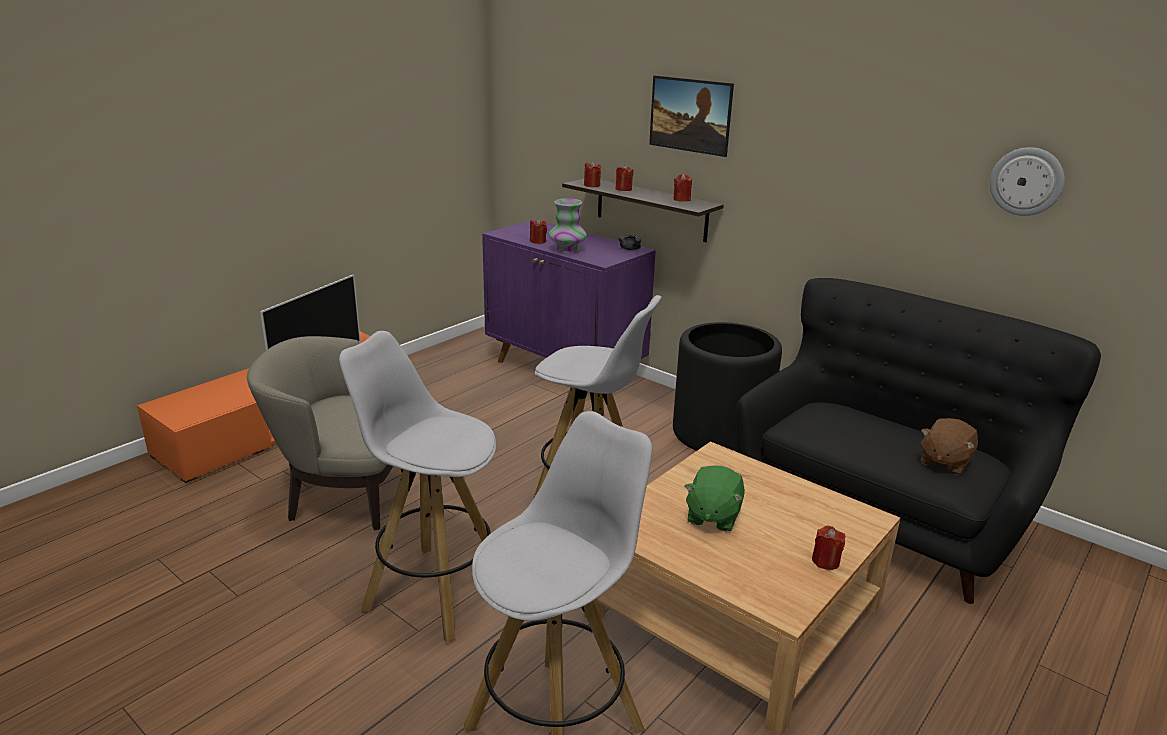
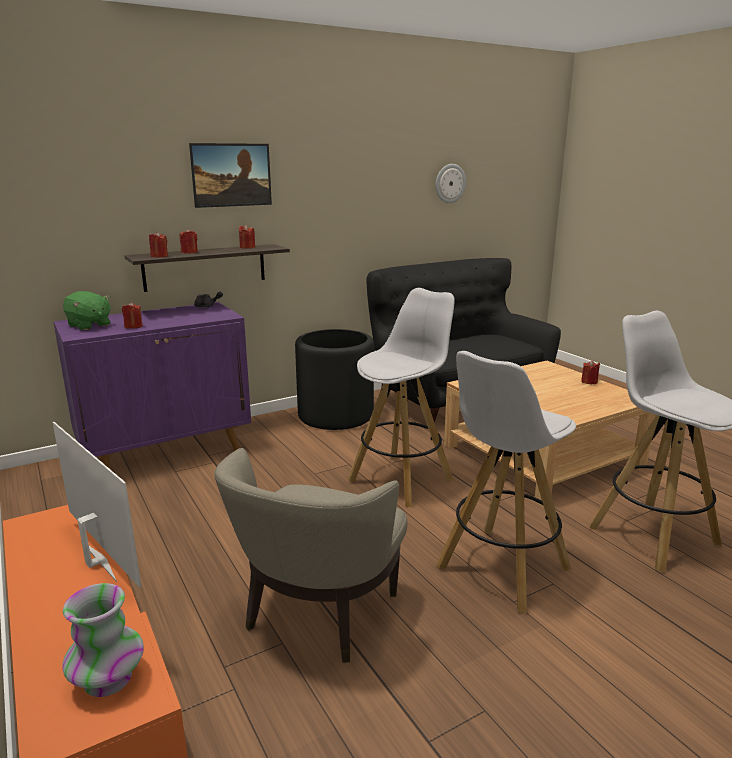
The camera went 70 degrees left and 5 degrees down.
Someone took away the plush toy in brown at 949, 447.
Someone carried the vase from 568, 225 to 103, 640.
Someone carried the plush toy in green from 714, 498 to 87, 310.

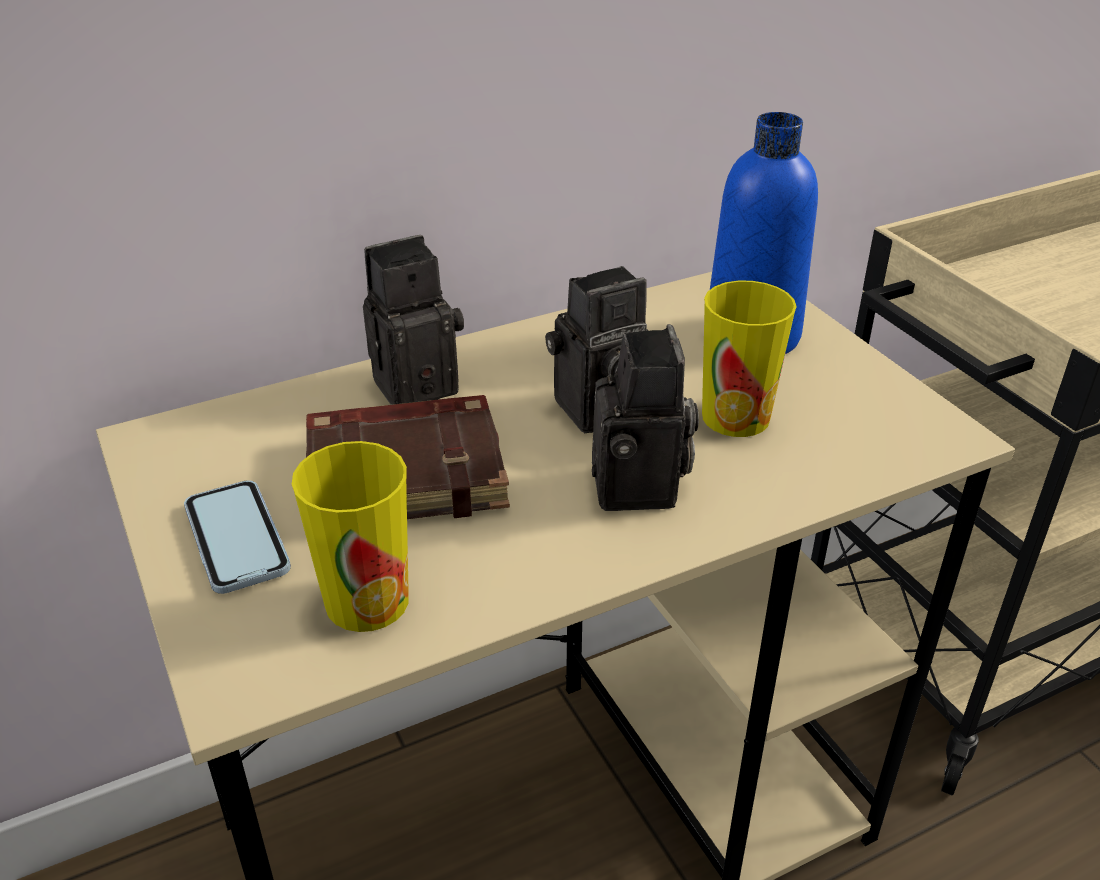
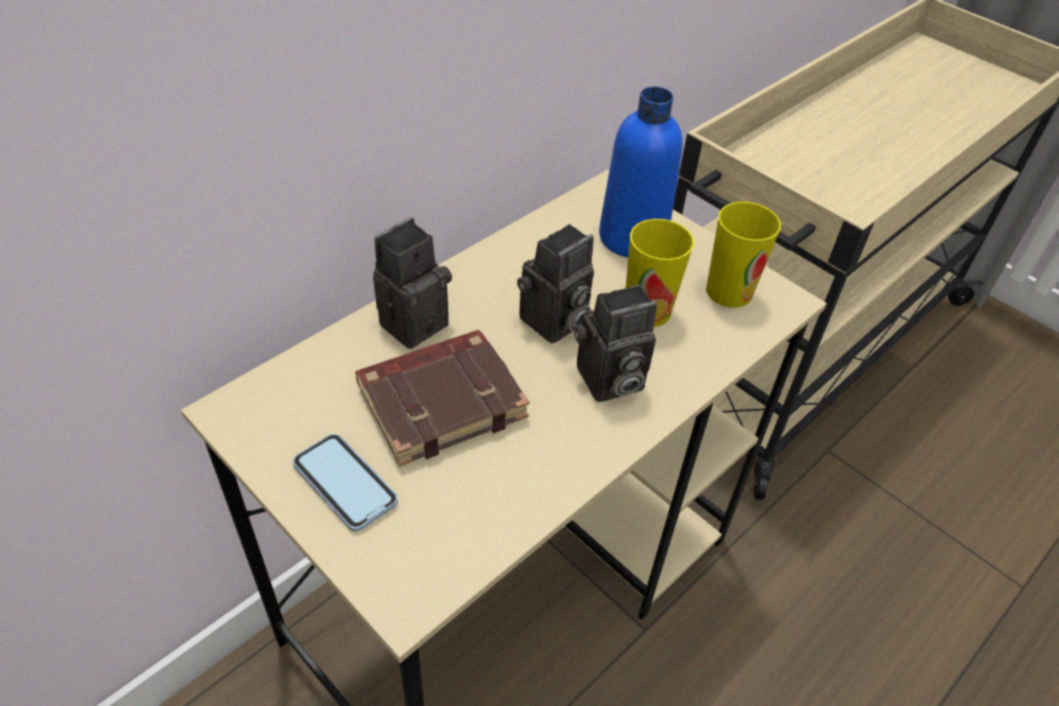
The camera went 20 degrees left and 10 degrees up.
Someone carried the cup from 350, 536 to 743, 255.
Someone rotated the photo camera at 645, 417 by 90 degrees clockwise.

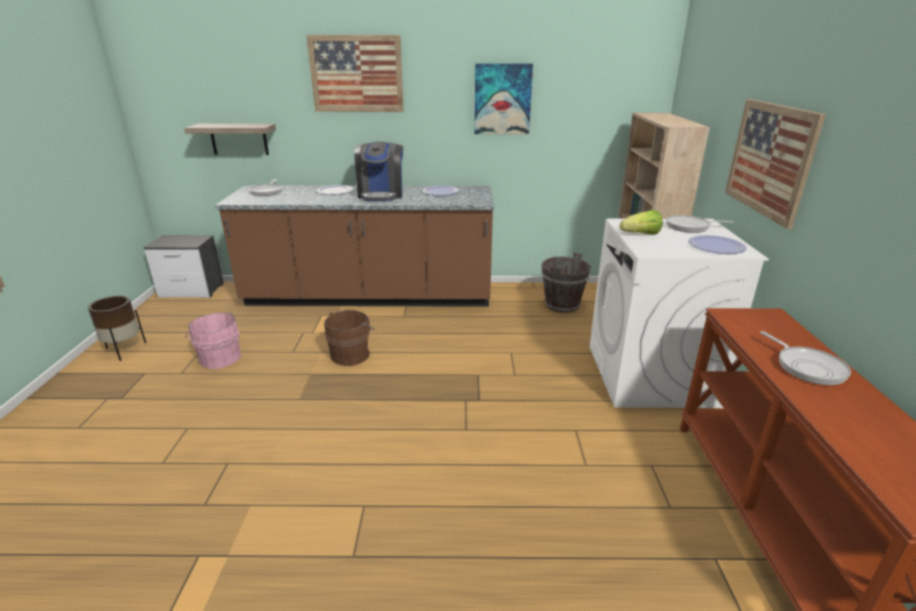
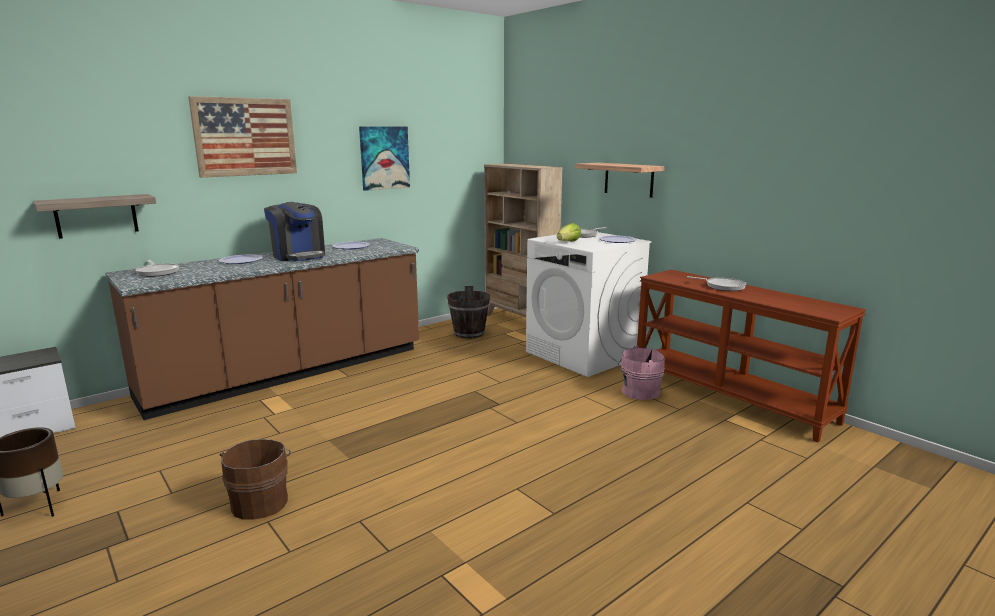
The camera went 40 degrees left and 10 degrees down.
Someone carried the bucket in pink from 213, 340 to 641, 372.
Someone carried the bucket in brown from 349, 338 to 255, 479.
Someone swapped the picture at 775, 164 for the shelf at 620, 180.

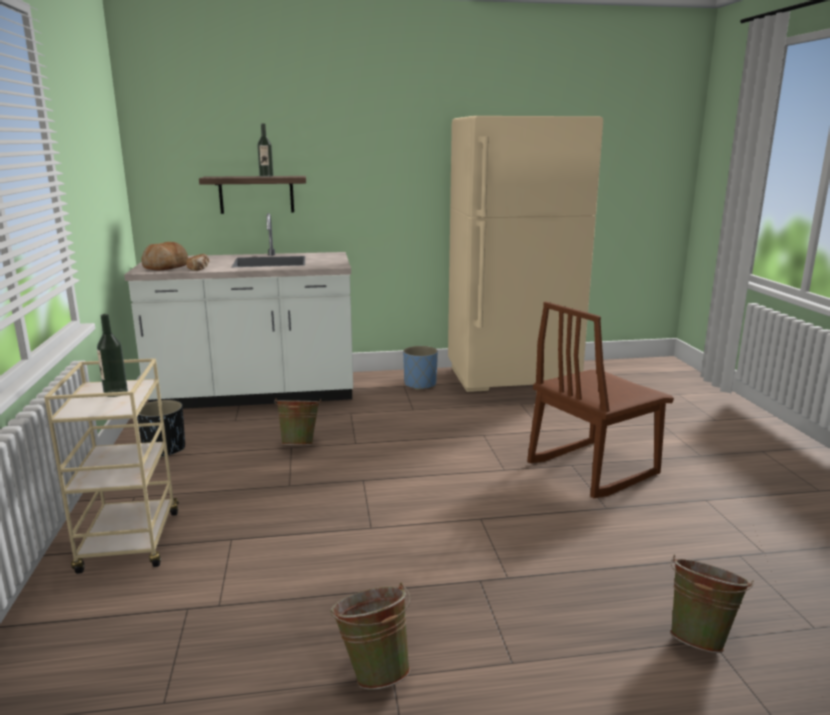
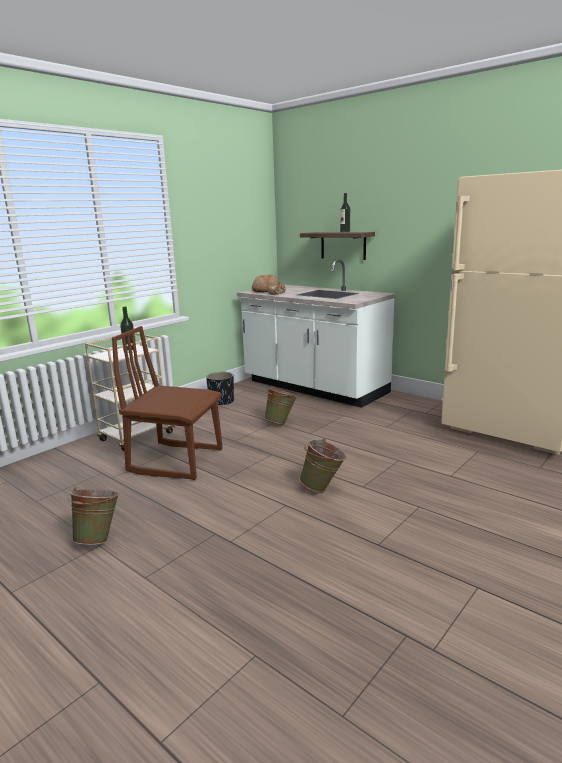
The camera went 50 degrees right and 0 degrees up.
Someone took away the planter in blue at 420, 368.
Someone carried the chair in brown from 600, 400 to 167, 403.
Someone carried the bucket in green from 712, 603 to 323, 465.

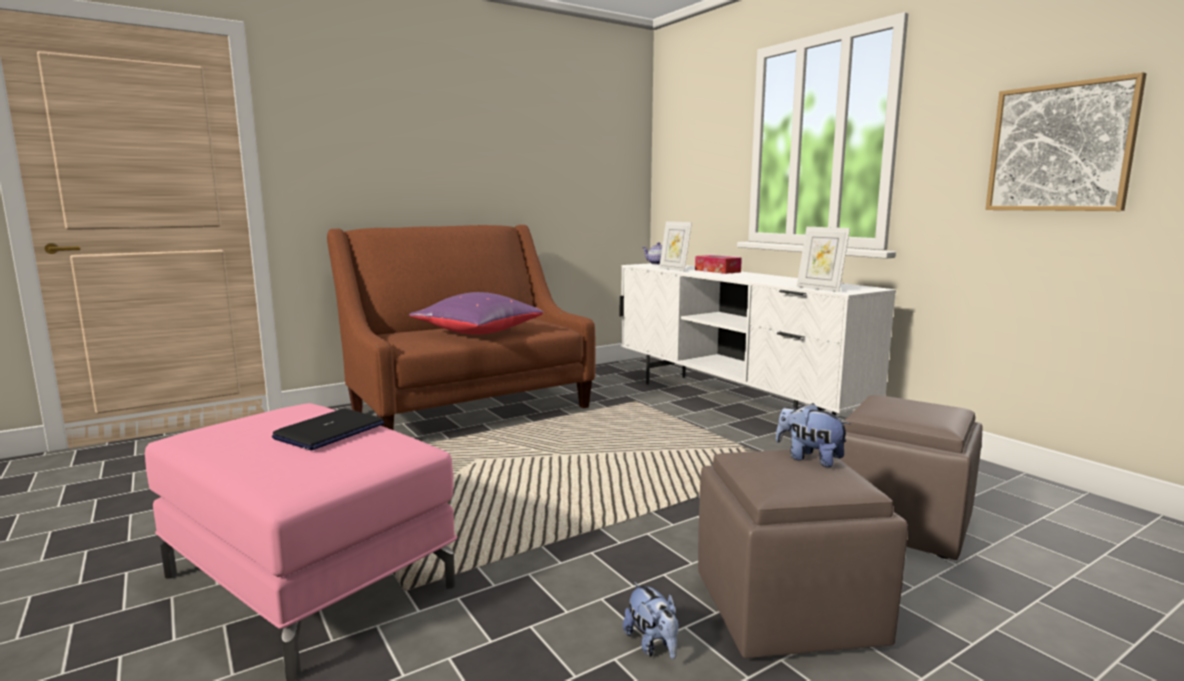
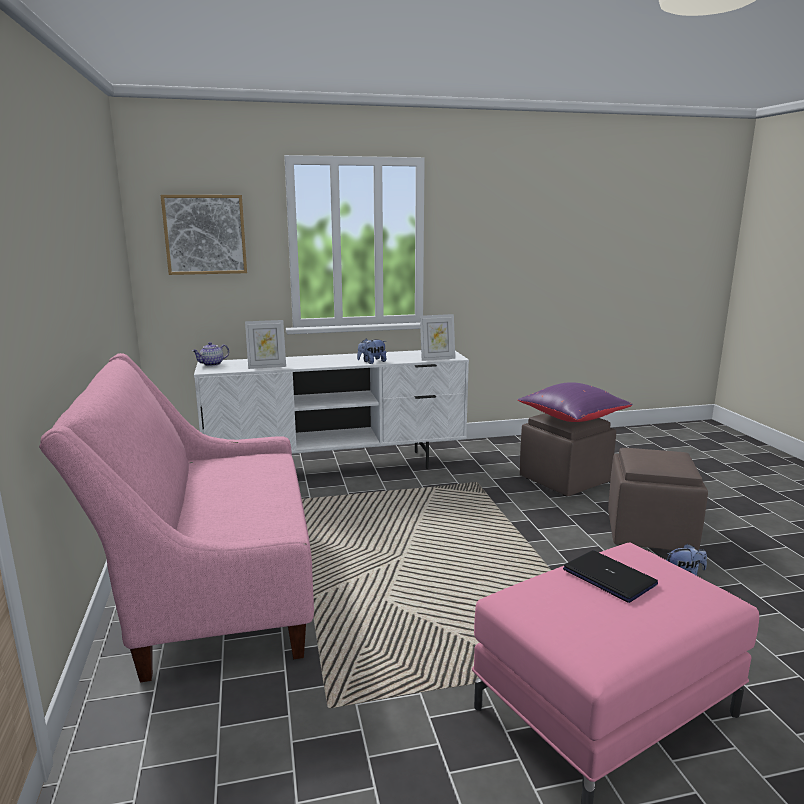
The camera went 70 degrees left and 5 degrees up.
Someone took away the tissue box at 718, 264.
Someone carried the pillow in purple from 476, 313 to 575, 402.
Someone carried the plush toy from 813, 435 to 372, 351.
Someone carried the picture from 1065, 141 to 204, 235.
Someone repainted the sofa in brown at 461, 327, which became the sofa in pink at 176, 518.

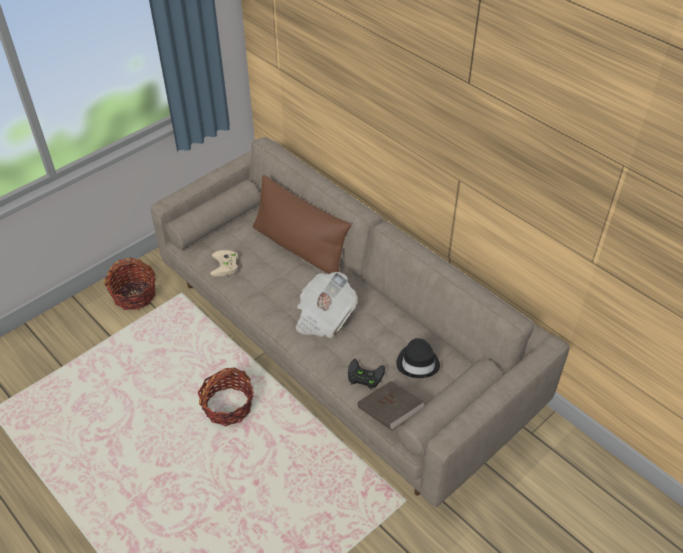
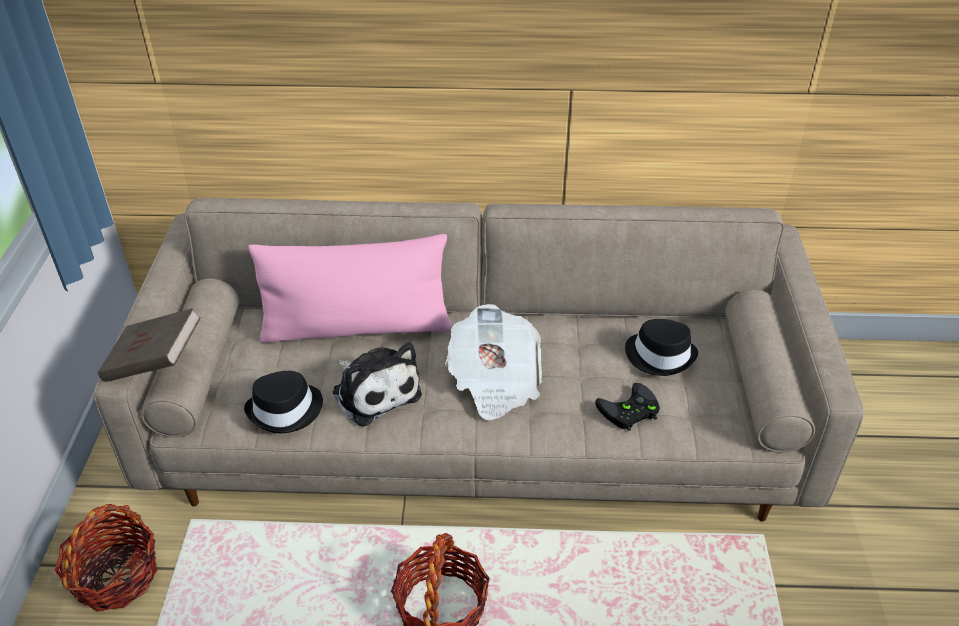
The camera went 45 degrees left and 5 degrees down.
Someone put down the plush toy at 377, 385.
Someone carried the book in brown from 391, 405 to 149, 345.
Someone swapped the game controller in beige at 224, 263 for the hat in black at 283, 402.
Someone repainted the pillow in brown at 302, 224, which became the pillow in pink at 350, 288.

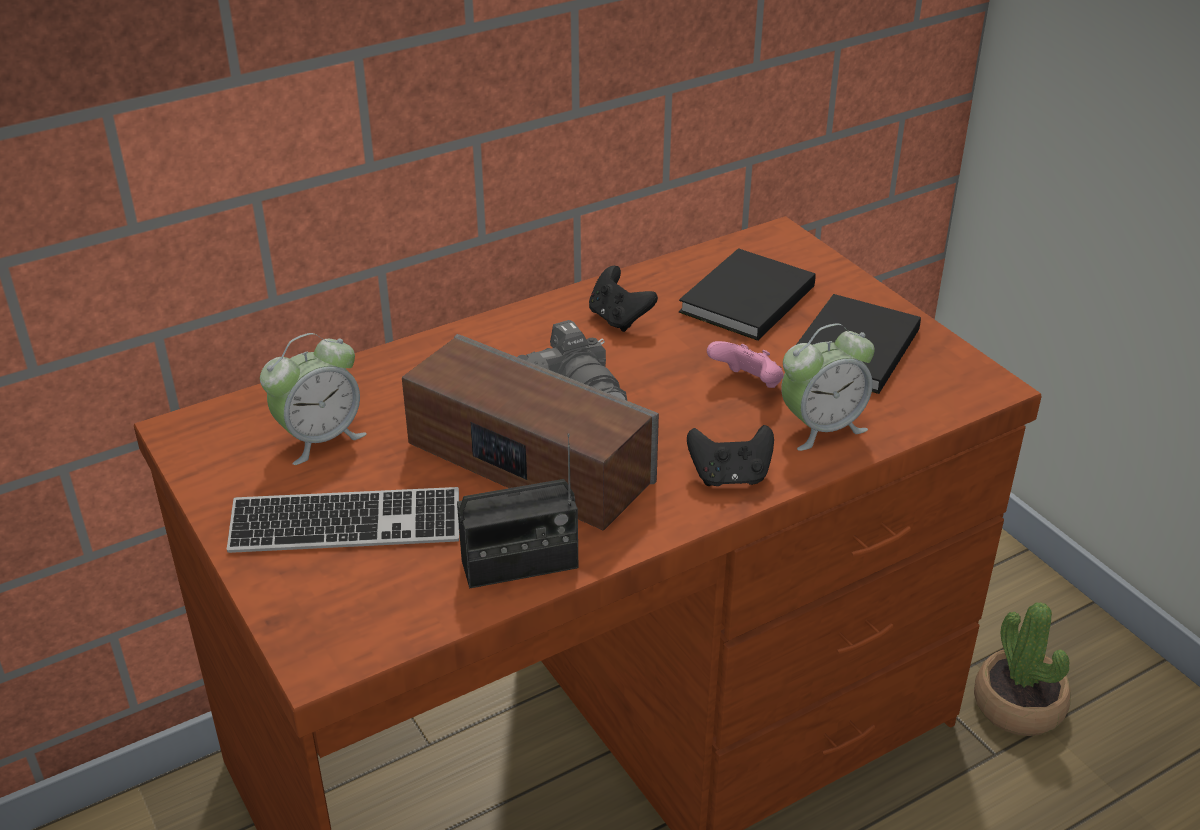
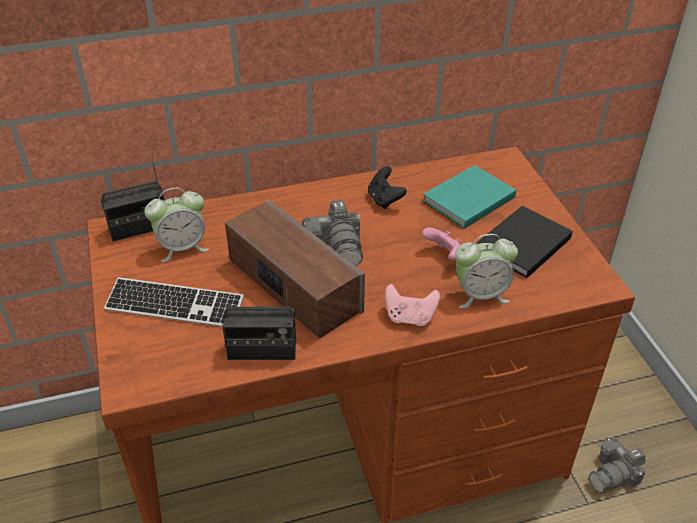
The camera went 15 degrees right and 5 degrees up.
Someone put down the radio at 132, 198.
Someone swapped the potted plant at 1022, 669 for the photo camera at 617, 465.
Someone repainted the book in black at 747, 294, which became the book in turquoise at 469, 197.
Someone repainted the game controller in black at 730, 455, which became the game controller in pink at 412, 305.

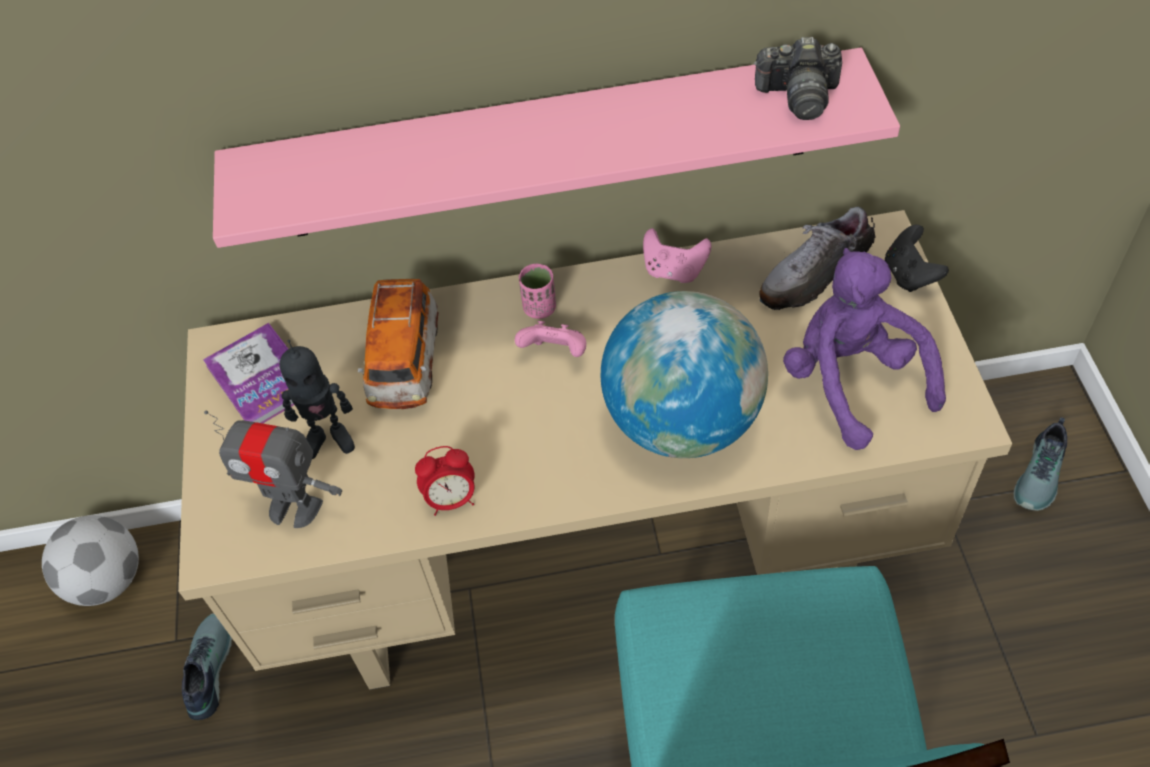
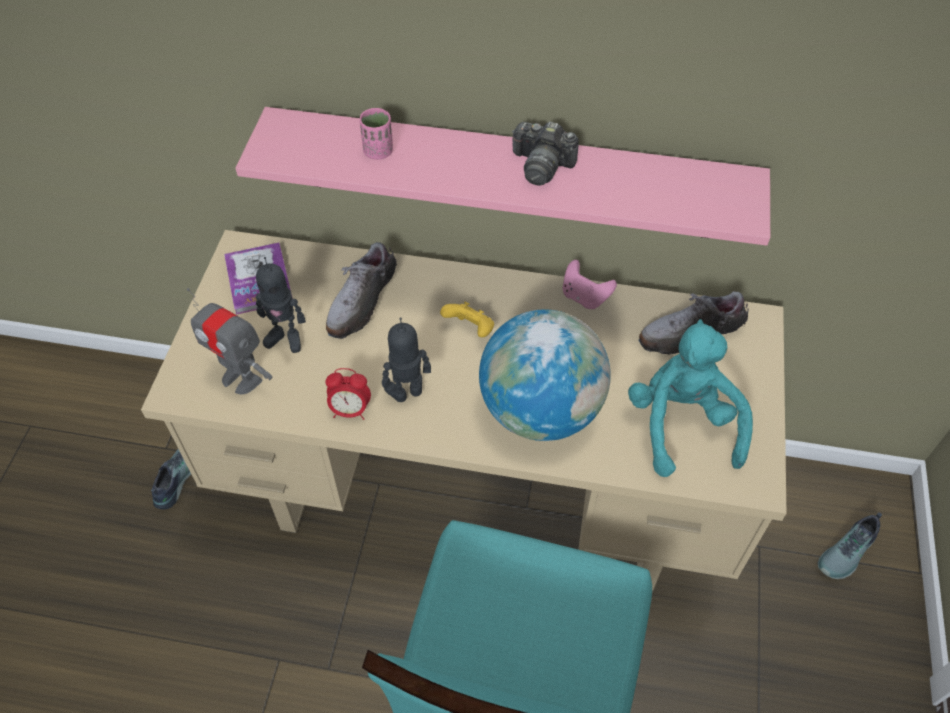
The camera went 15 degrees right and 0 degrees up.
Someone took away the football at 90, 560.
Someone took away the game controller in black at 917, 258.
Someone put down the toy robot at 406, 359.
Someone carried the cup in pink from 537, 291 to 376, 134.
Someone carried the photo camera from 798, 78 to 545, 153.
Someone swapped the toy car at 398, 344 for the shoe at 361, 290.
Someone repainted the game controller in pink at 550, 339, which became the game controller in yellow at 467, 319.
Someone repainted the plush toy in purple at 864, 349, which became the plush toy in turquoise at 690, 398.

